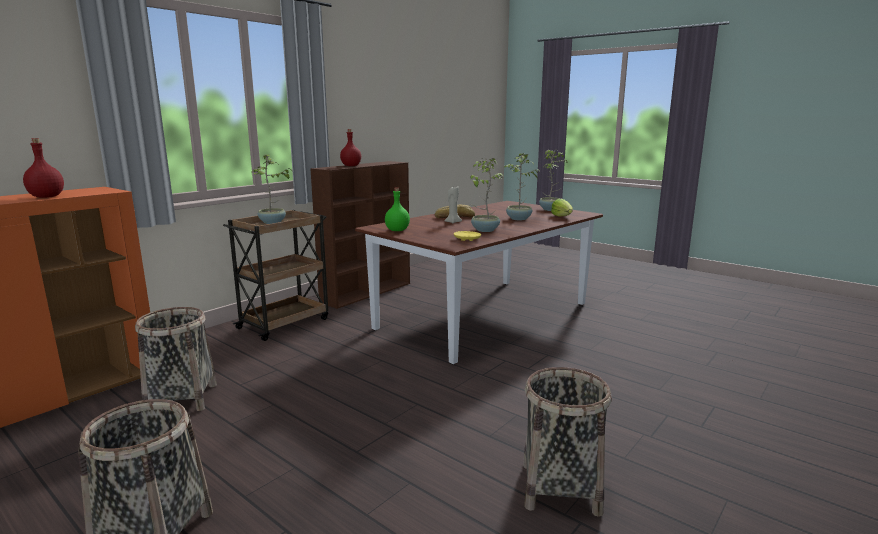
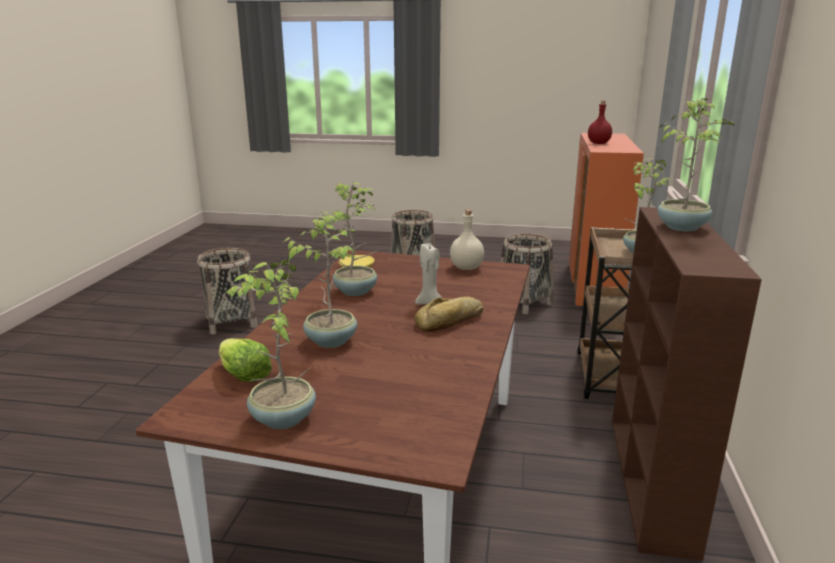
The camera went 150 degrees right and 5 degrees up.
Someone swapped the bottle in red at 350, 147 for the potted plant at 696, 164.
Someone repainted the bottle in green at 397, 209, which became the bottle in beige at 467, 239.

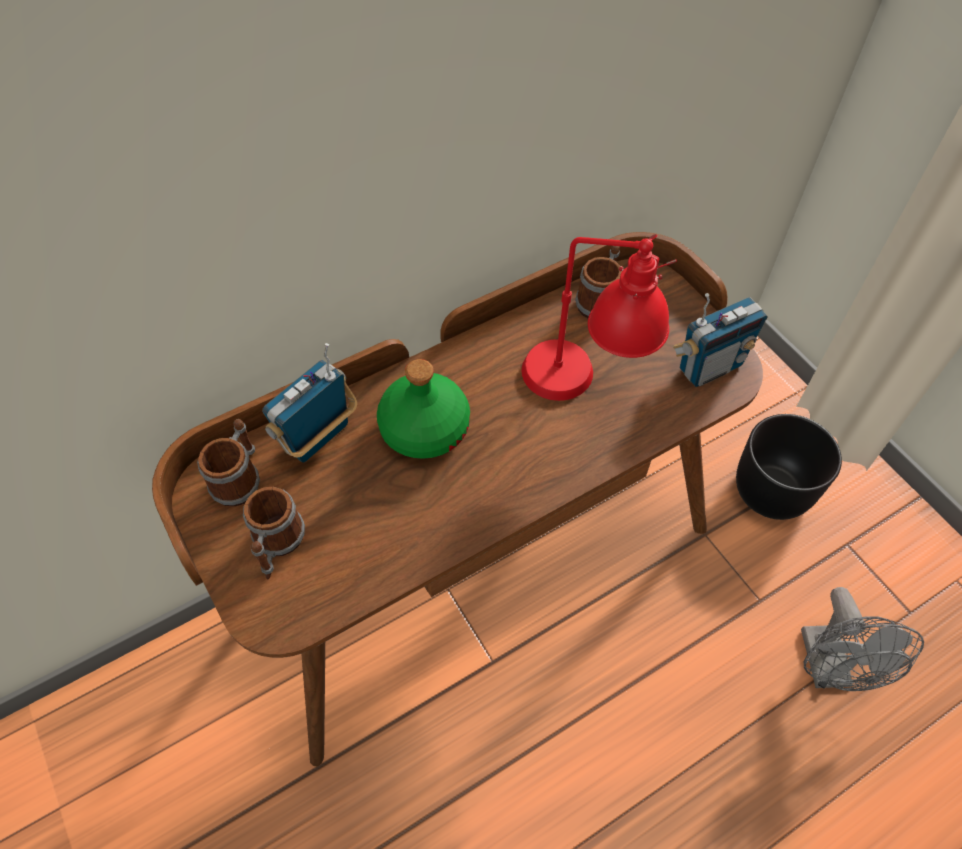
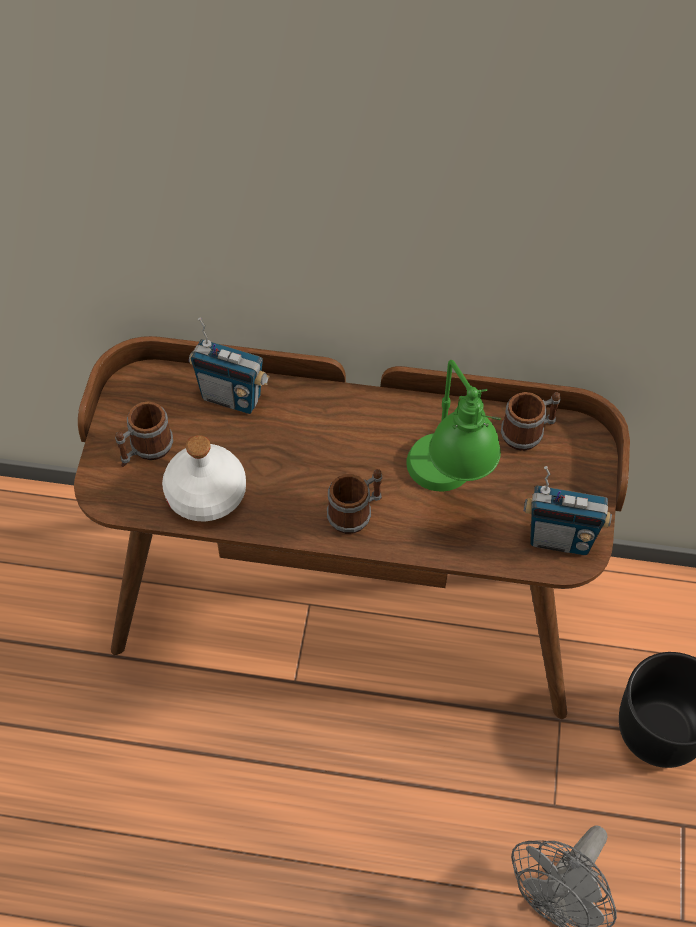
The camera went 40 degrees right and 0 degrees up.
Someone took away the bottle in green at 423, 409.
Someone put down the bottle in white at 204, 478.
Someone carried the mug from 228, 463 to 354, 501.
Someone repainted the table lamp in red at 599, 317, which became the table lamp in green at 453, 426.
Someone rotated the radio at 309, 403 by 150 degrees counterclockwise.

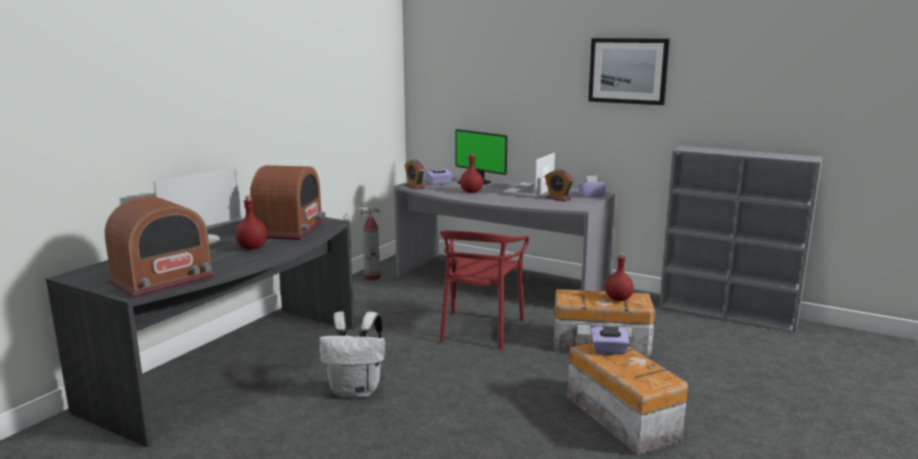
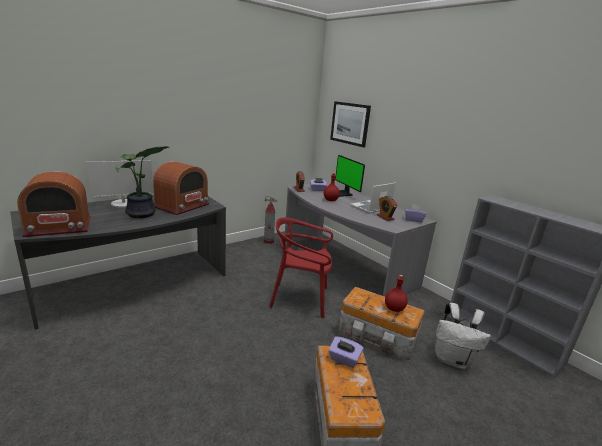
The camera went 20 degrees right and 5 degrees up.
Someone carried the backpack in white from 352, 354 to 463, 336.
Someone carried the picture from 629, 71 to 350, 124.
Someone swapped the bottle in red at 251, 222 for the potted plant at 142, 182.
Someone rotated the chair in red at 484, 290 by 60 degrees clockwise.

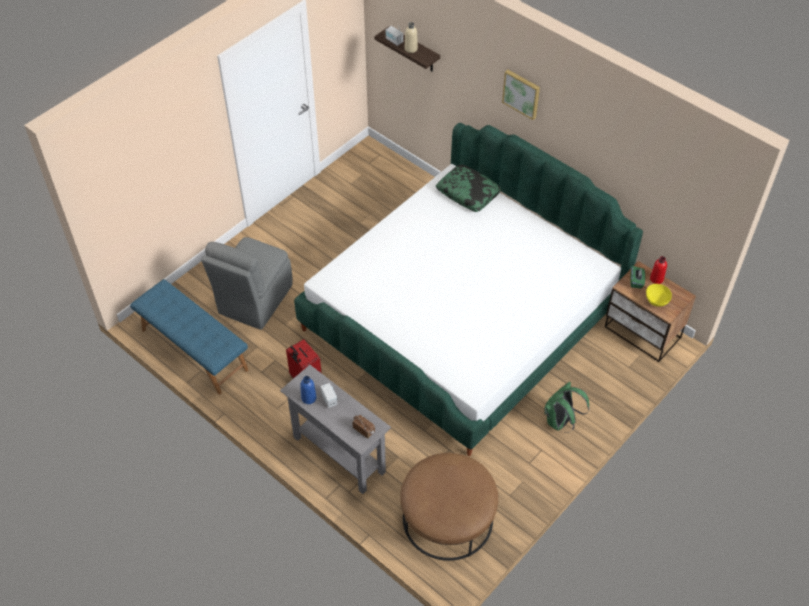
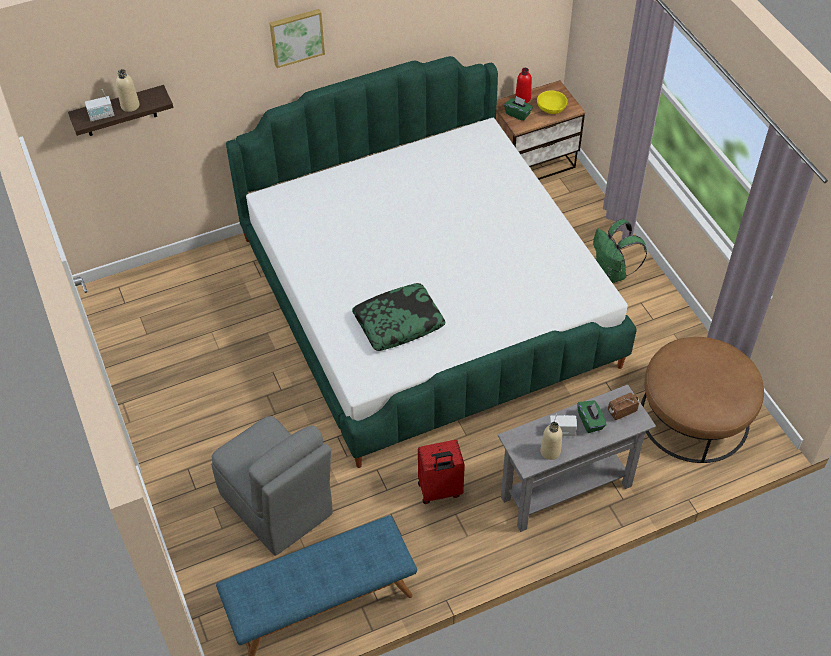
The camera went 65 degrees left and 0 degrees up.
Someone put down the tissue box in green at 592, 416.
Someone carried the pillow from 469, 188 to 399, 317.
Someone repainted the bottle in blue at 308, 390, which became the bottle in beige at 551, 441.

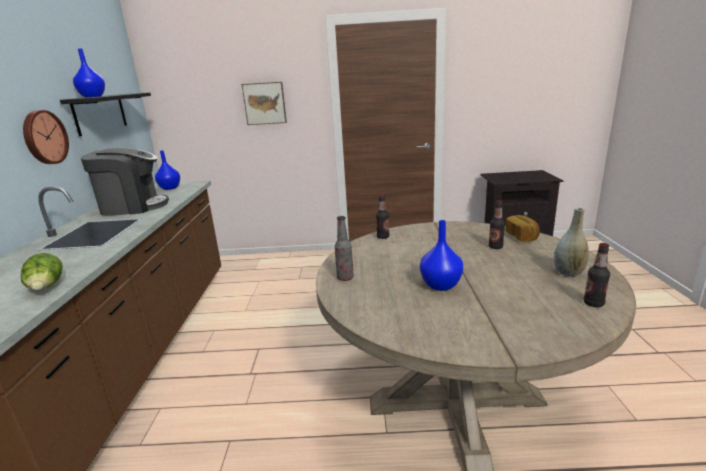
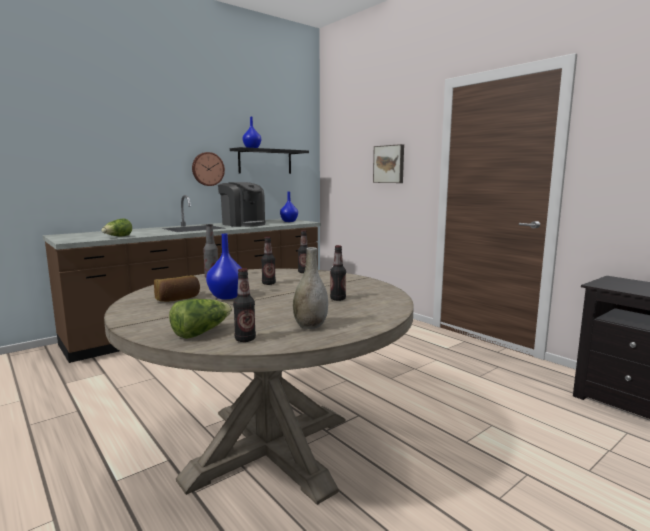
The camera went 50 degrees right and 10 degrees down.
Someone put down the lettuce at 200, 319.
Someone put down the bottle at 268, 261.
Someone carried the bread from 523, 228 to 177, 288.

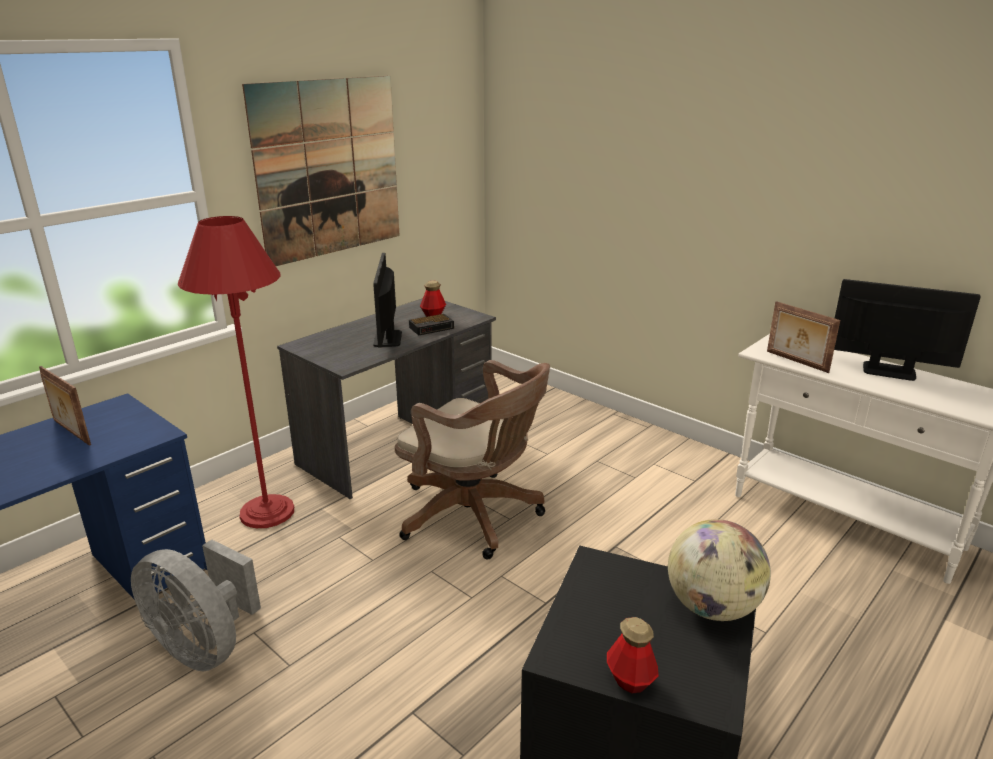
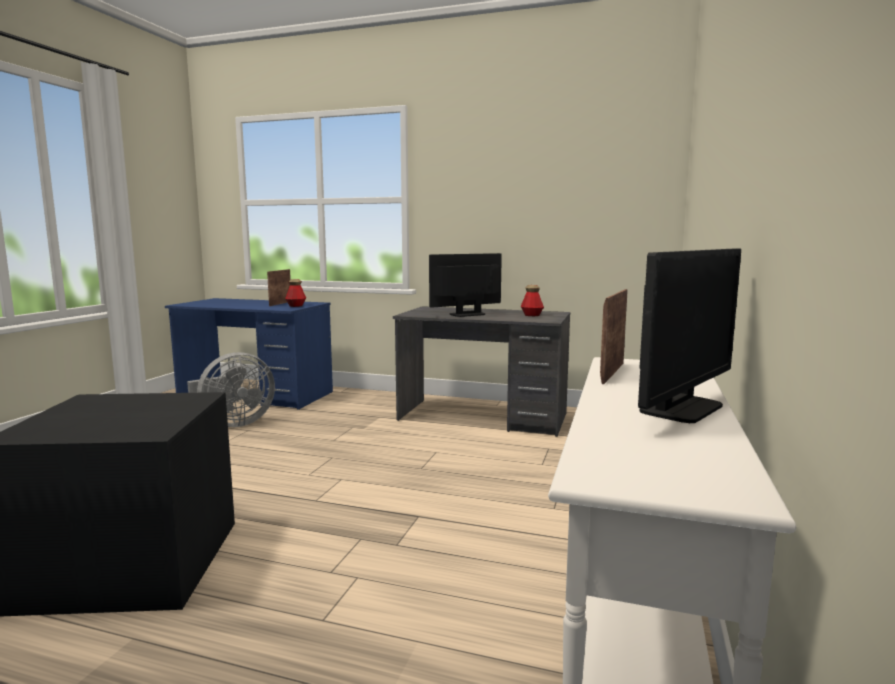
The camera went 65 degrees right and 15 degrees down.
Someone took away the floor lamp in red at 236, 372.
Someone took away the picture at 321, 171.
Someone took away the office chair in brown at 472, 459.
Someone took away the alarm clock at 431, 325.
Someone took away the globe at 719, 570.
Someone carried the bottle from 633, 655 to 295, 293.
Someone rotated the fan in grey at 196, 605 by 135 degrees counterclockwise.
Someone rotated the monitor at 907, 330 by 45 degrees clockwise.

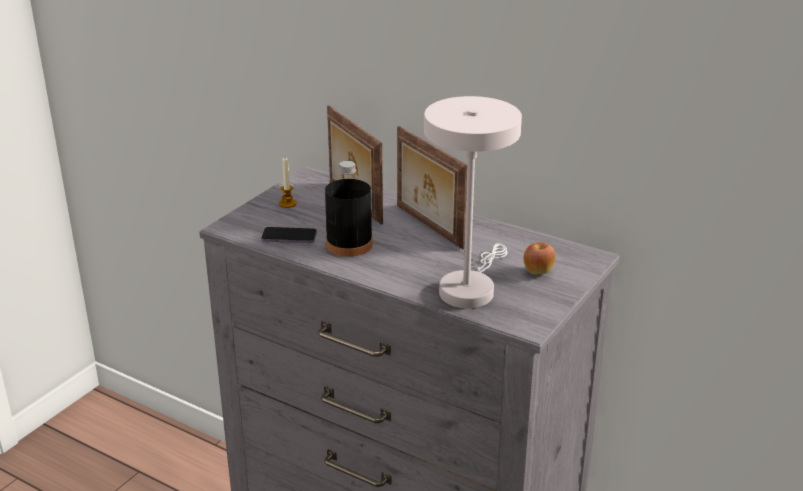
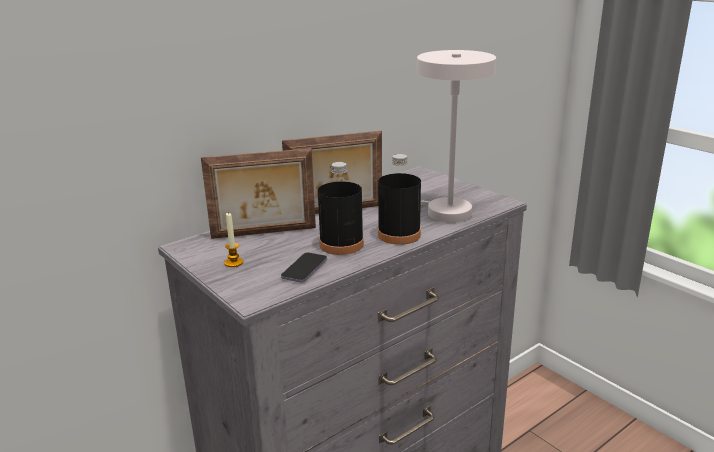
The camera went 70 degrees left and 5 degrees down.
Someone took away the apple at 540, 258.
Someone put down the bottle in black at 399, 199.

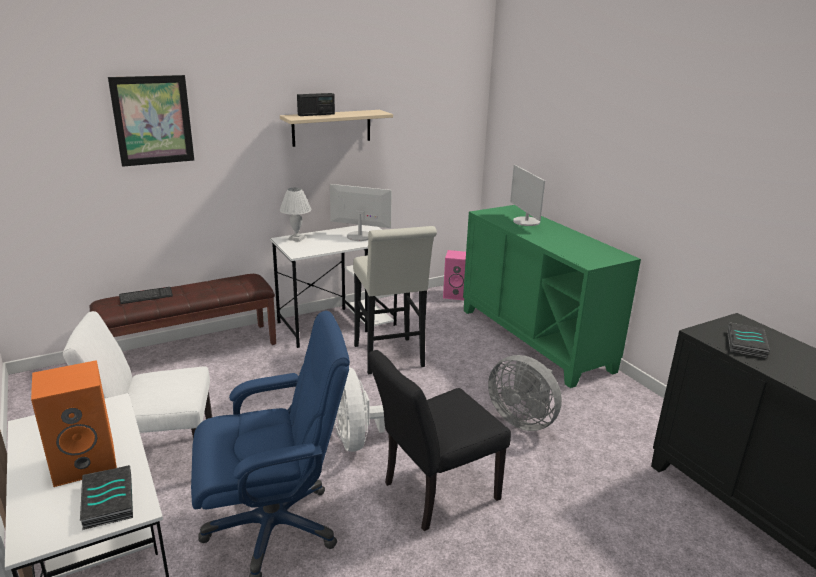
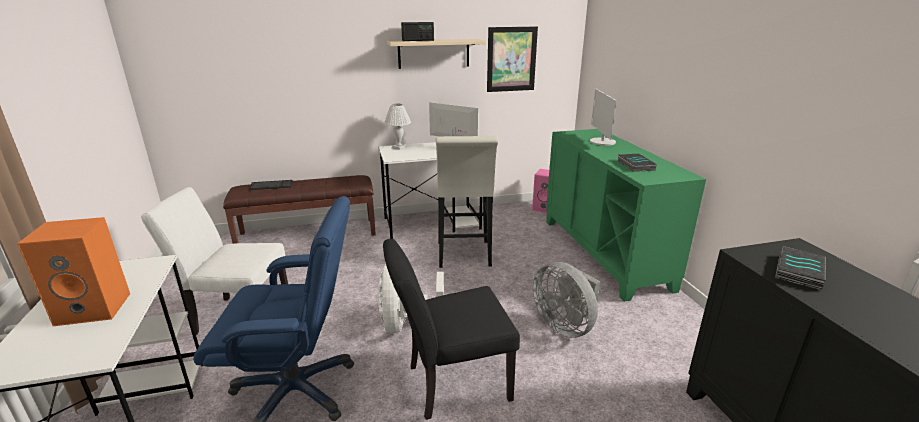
The camera went 15 degrees right and 0 degrees up.
Someone carried the book from 106, 497 to 637, 163.
Someone carried the picture from 151, 121 to 512, 59.

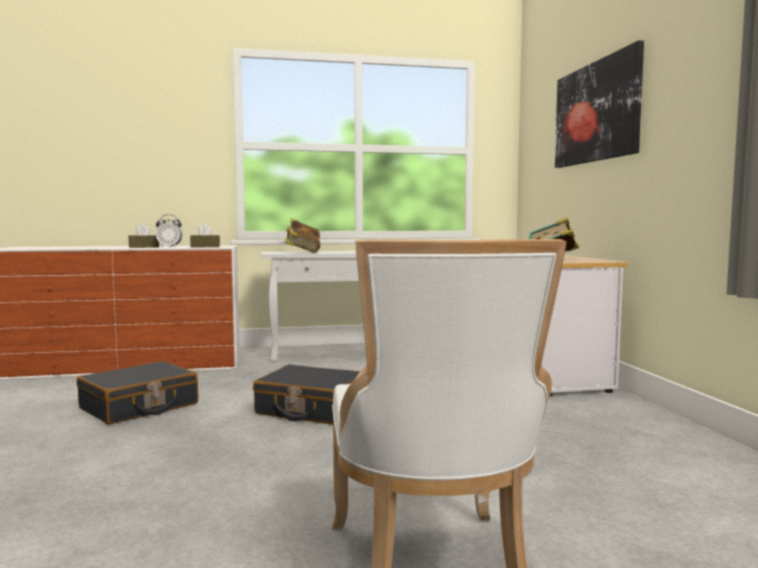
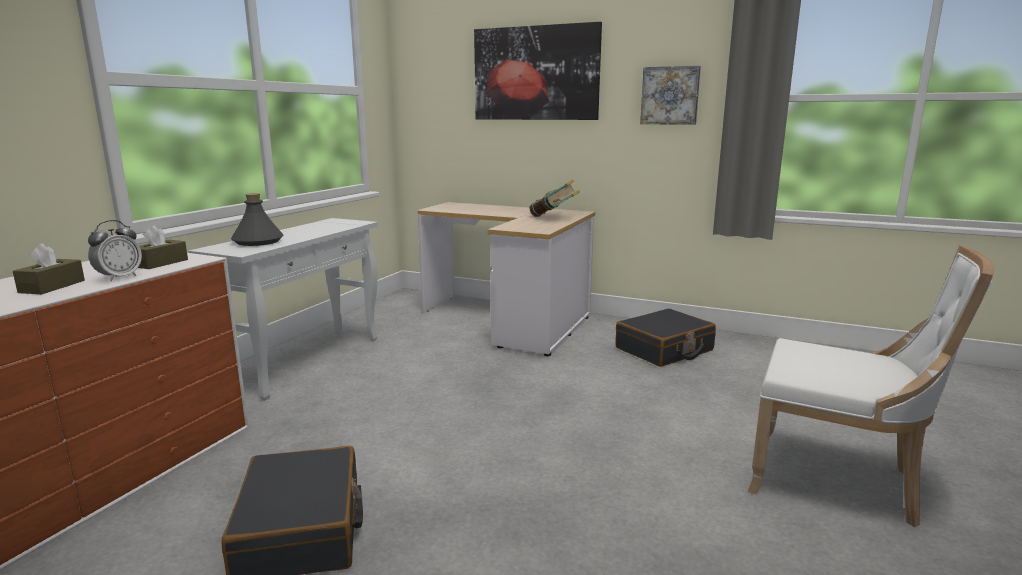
The camera went 55 degrees left and 10 degrees up.
Someone put up the picture at 670, 95.
Someone carried the suitcase in black from 306, 394 to 665, 338.
Someone swapped the book at 302, 235 for the bottle in grey at 257, 219.

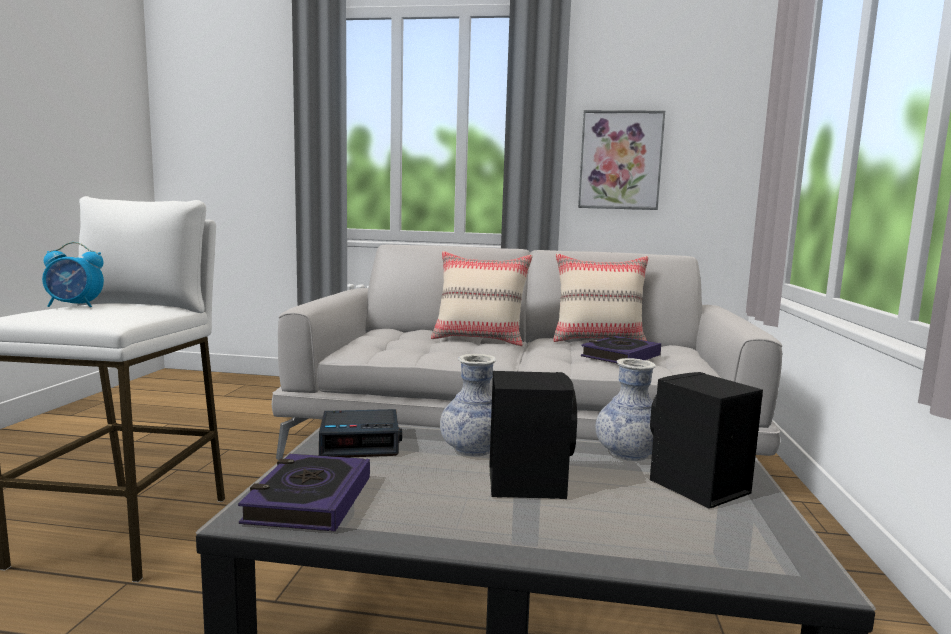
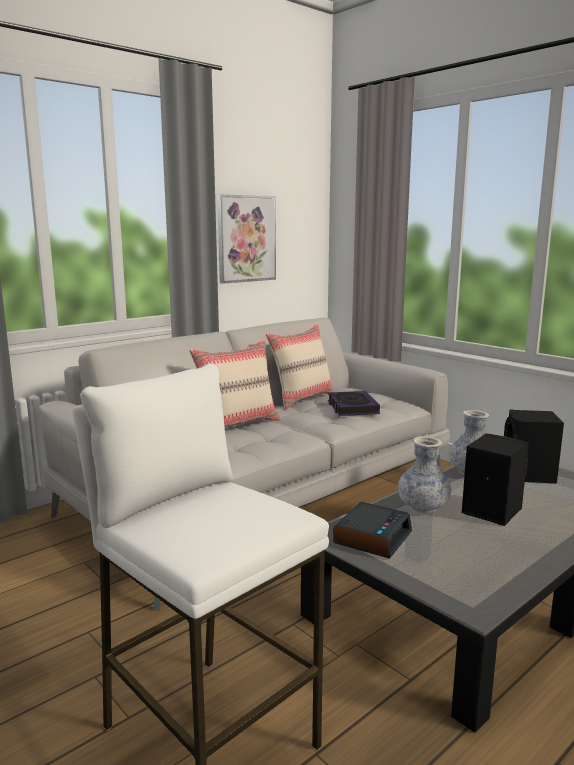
The camera went 50 degrees left and 5 degrees up.
Someone took away the alarm clock at 73, 274.
Someone took away the book at 304, 492.

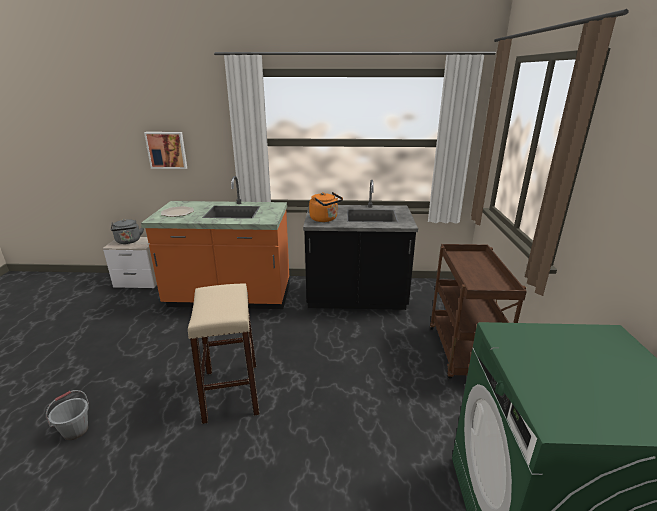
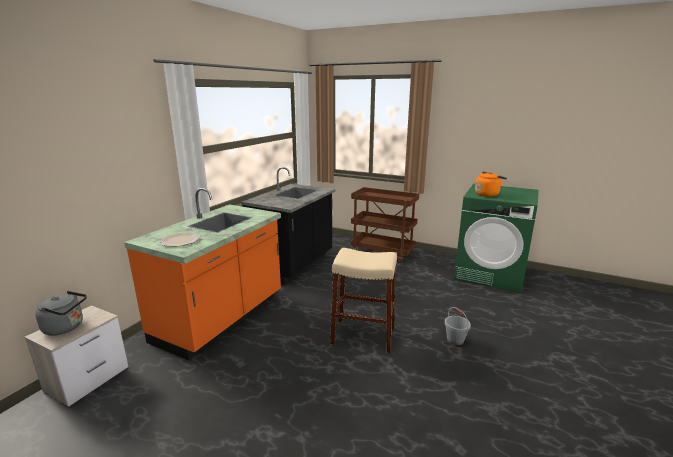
The camera went 65 degrees left and 5 degrees down.
Someone took away the picture at 165, 150.
Someone carried the bucket in grey from 67, 415 to 458, 326.
Someone carried the kettle in orange from 326, 207 to 491, 184.

